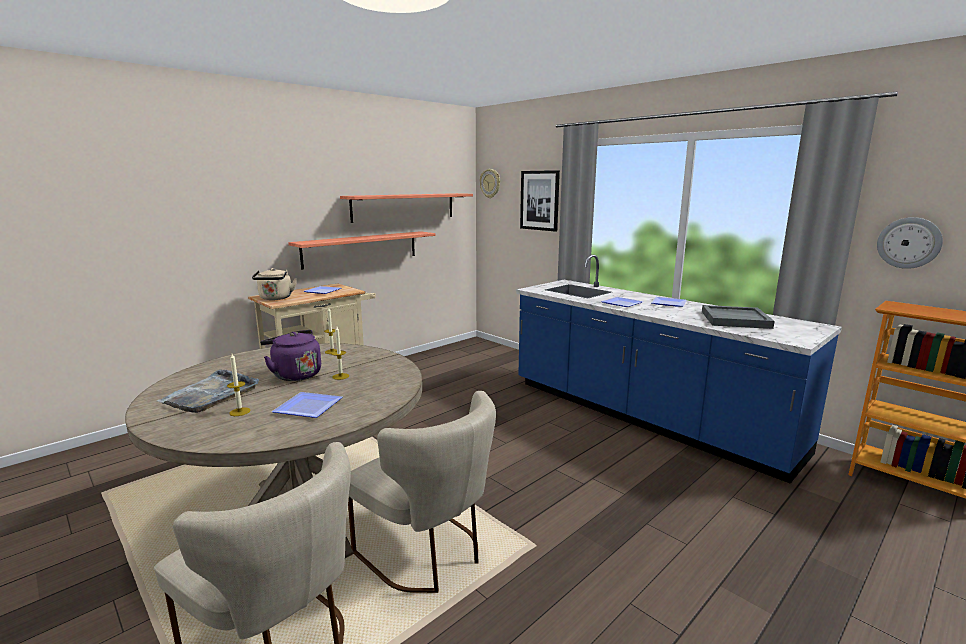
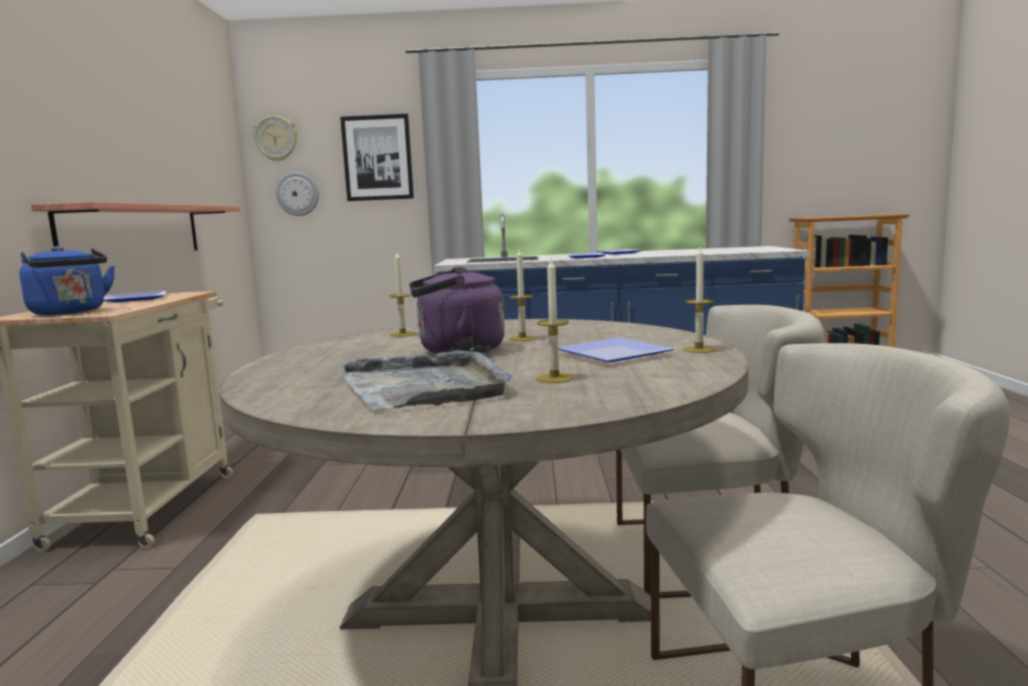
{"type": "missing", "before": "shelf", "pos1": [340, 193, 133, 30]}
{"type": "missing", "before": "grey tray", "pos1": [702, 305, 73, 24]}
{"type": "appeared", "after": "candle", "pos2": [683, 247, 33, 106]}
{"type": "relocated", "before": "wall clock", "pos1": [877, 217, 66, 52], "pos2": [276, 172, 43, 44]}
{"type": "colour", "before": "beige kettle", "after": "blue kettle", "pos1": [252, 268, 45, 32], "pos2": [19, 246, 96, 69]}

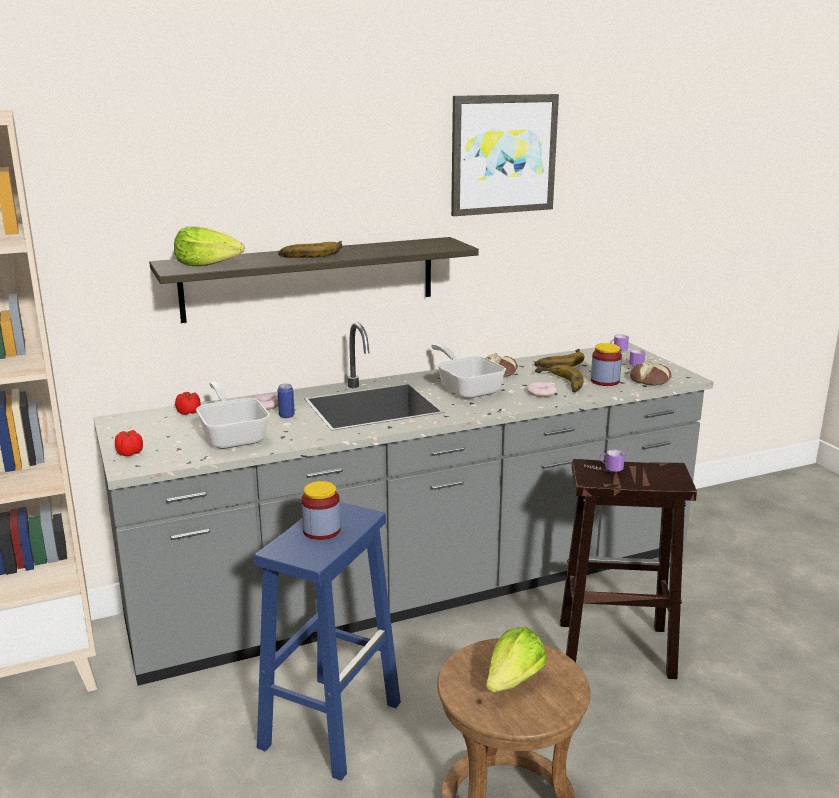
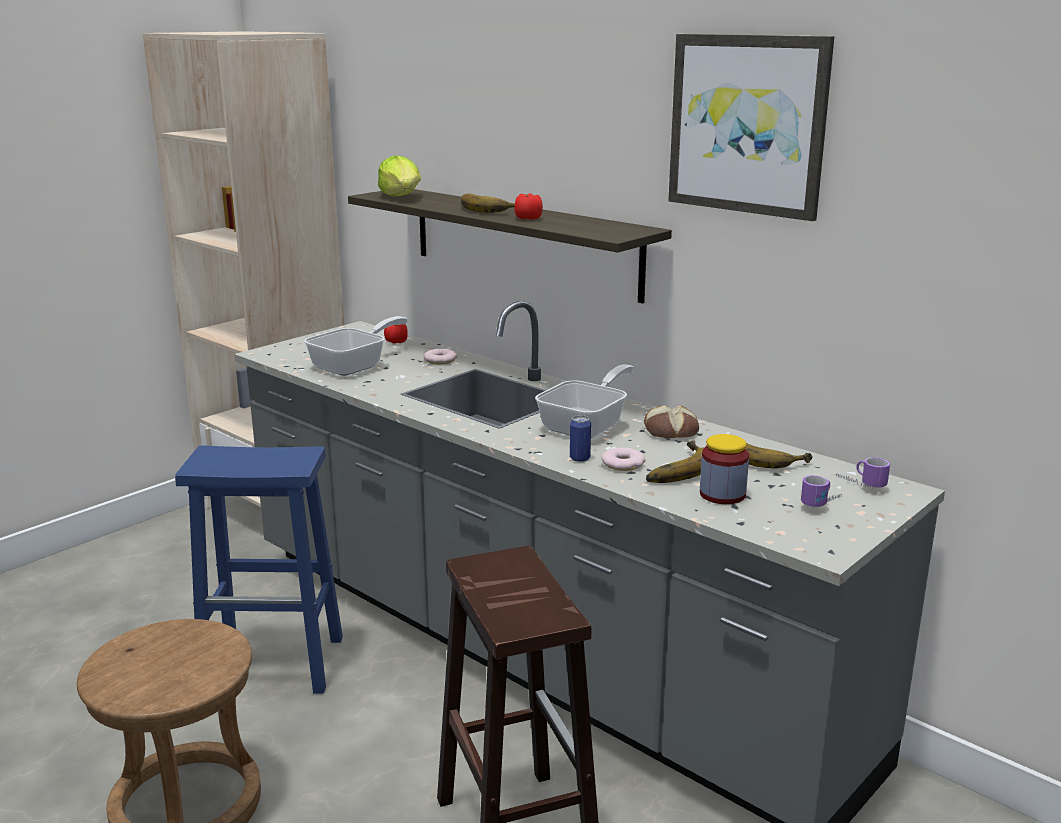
{"type": "missing", "before": "jar", "pos1": [301, 481, 40, 59]}
{"type": "missing", "before": "lettuce", "pos1": [486, 627, 61, 66]}
{"type": "missing", "before": "mug", "pos1": [584, 449, 41, 23]}
{"type": "missing", "before": "bread", "pos1": [630, 361, 41, 25]}
{"type": "relocated", "before": "tomato", "pos1": [115, 430, 28, 26], "pos2": [514, 194, 29, 26]}
{"type": "relocated", "before": "can", "pos1": [277, 384, 18, 34], "pos2": [570, 415, 21, 47]}

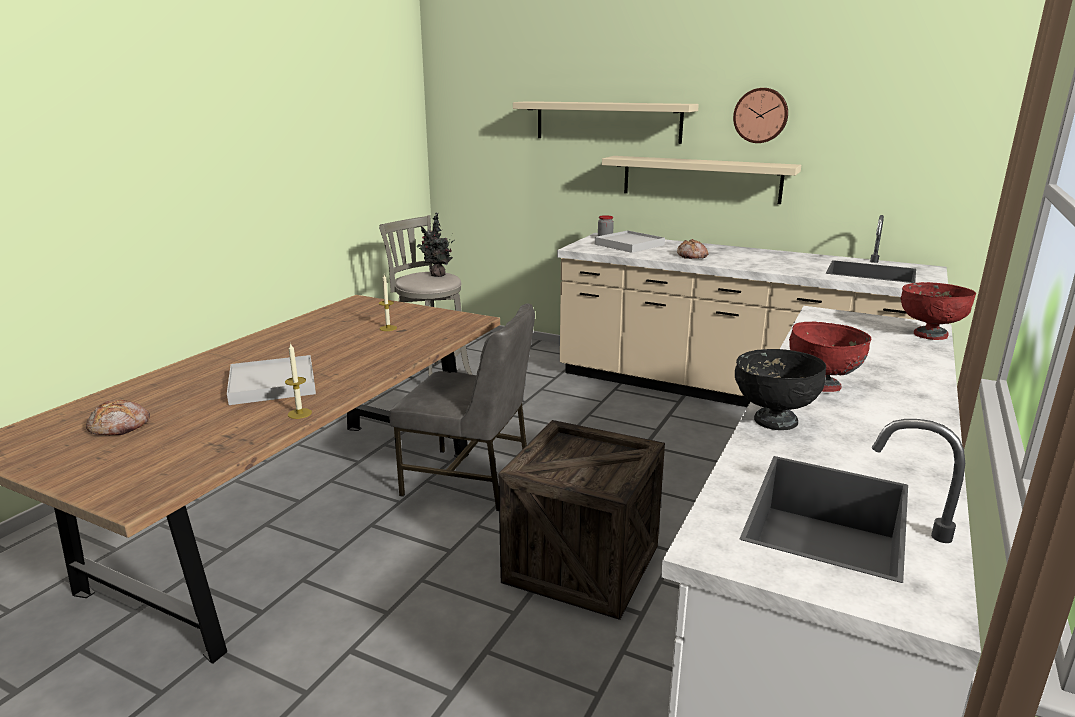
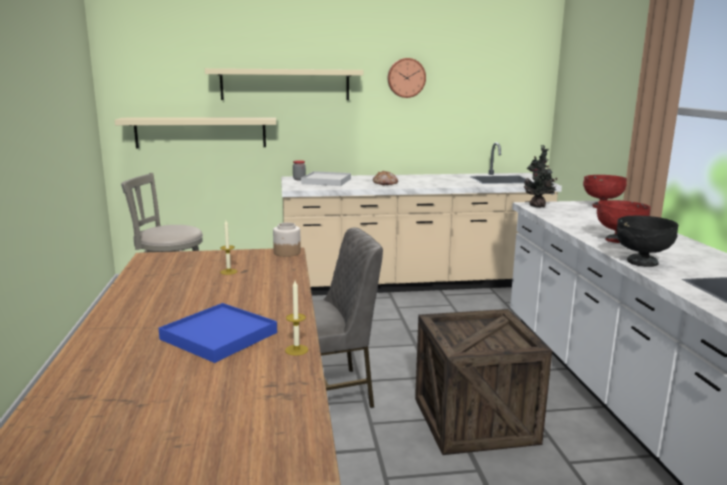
{"type": "missing", "before": "bread", "pos1": [86, 400, 64, 35]}
{"type": "appeared", "after": "jar", "pos2": [273, 223, 28, 34]}
{"type": "relocated", "before": "potted plant", "pos1": [417, 213, 38, 64], "pos2": [523, 145, 34, 62]}
{"type": "relocated", "before": "beige shelf", "pos1": [602, 156, 199, 48], "pos2": [115, 117, 161, 31]}
{"type": "colour", "before": "white tray", "after": "blue tray", "pos1": [227, 355, 89, 50], "pos2": [159, 303, 118, 60]}

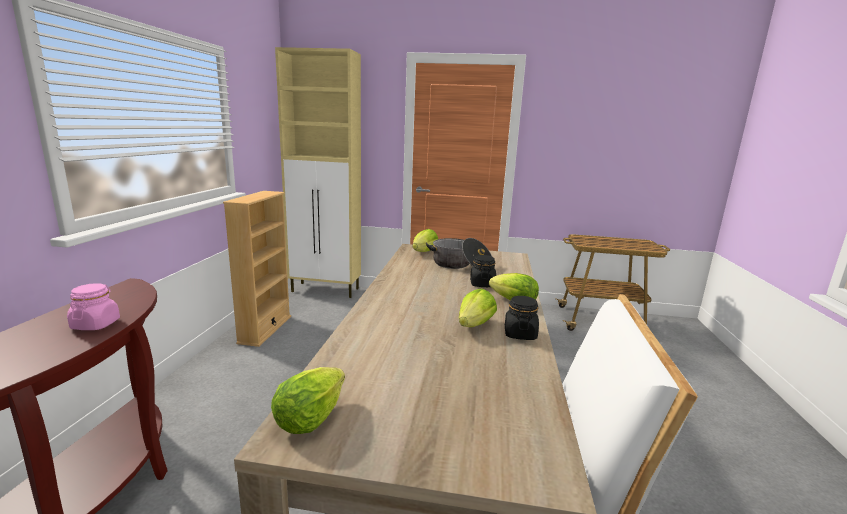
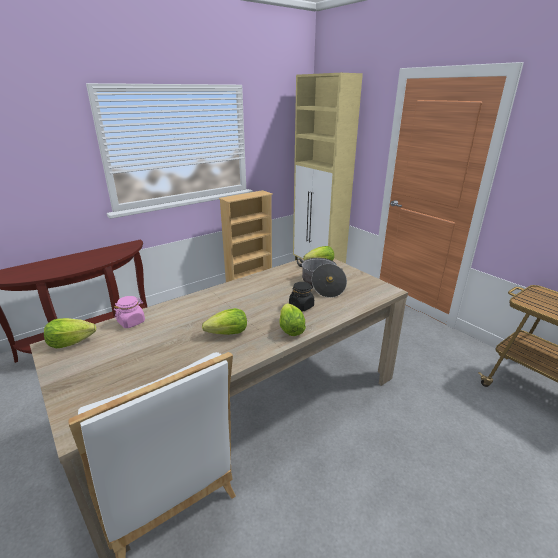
{"type": "missing", "before": "black jar", "pos1": [505, 296, 34, 44]}
{"type": "relocated", "before": "pink jar", "pos1": [67, 283, 53, 47], "pos2": [114, 296, 31, 32]}

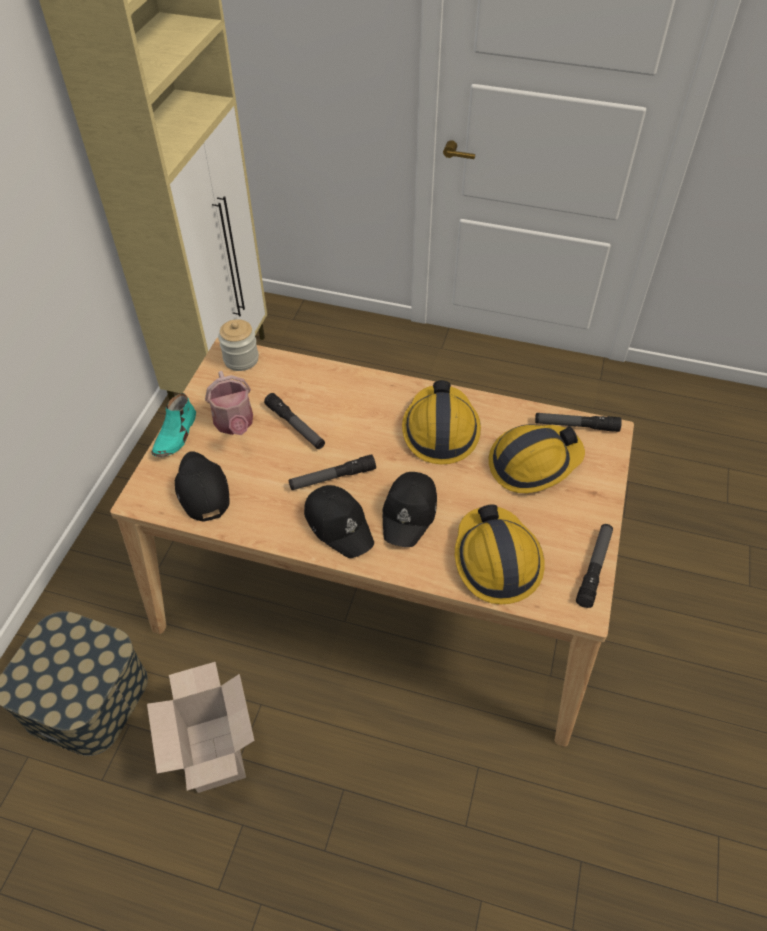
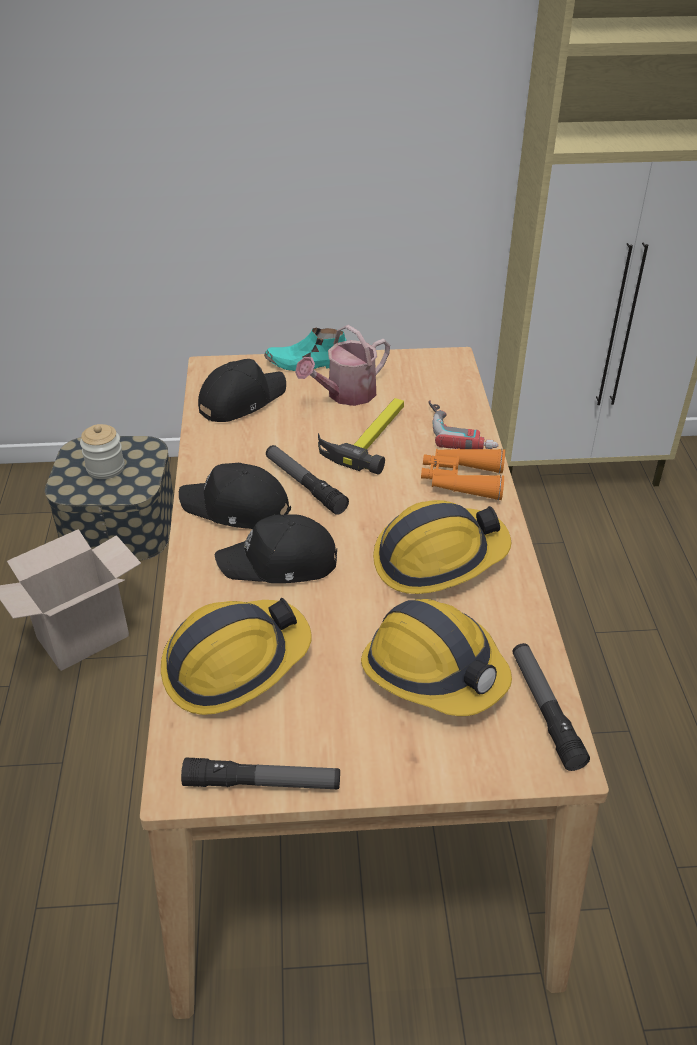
{"type": "appeared", "after": "orange binoculars", "pos2": [421, 448, 84, 52]}
{"type": "appeared", "after": "power drill", "pos2": [428, 400, 71, 49]}
{"type": "relocated", "before": "jar", "pos1": [218, 319, 41, 52], "pos2": [80, 424, 45, 55]}
{"type": "exchanged", "before": "flashlight", "after": "hammer", "pos1": [264, 393, 61, 56], "pos2": [318, 398, 86, 77]}
{"type": "spun", "before": "black cap", "pos1": [304, 485, 70, 73], "pos2": [179, 463, 112, 66], "turn": 75}

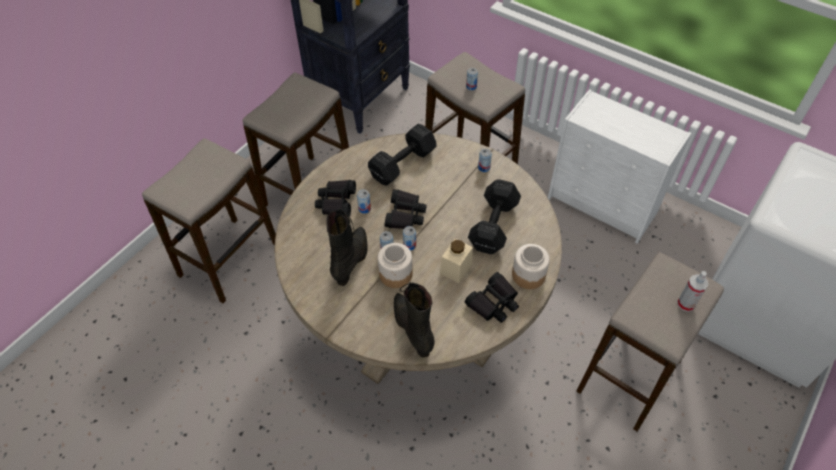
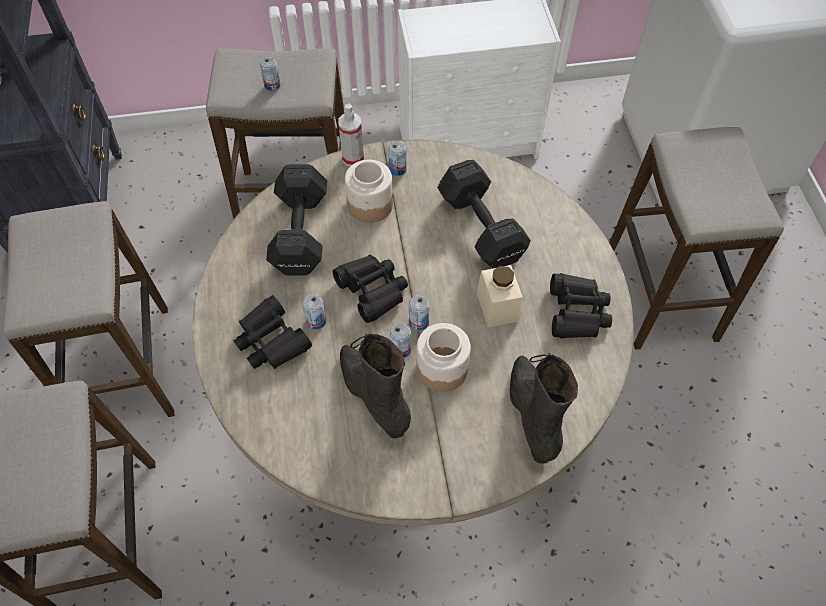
{"type": "relocated", "before": "jar", "pos1": [512, 244, 38, 45], "pos2": [345, 160, 48, 63]}
{"type": "relocated", "before": "spray bottle", "pos1": [677, 271, 31, 41], "pos2": [338, 103, 26, 63]}
{"type": "spun", "before": "black boot", "pos1": [394, 282, 41, 76], "pos2": [510, 353, 68, 111], "turn": 60}

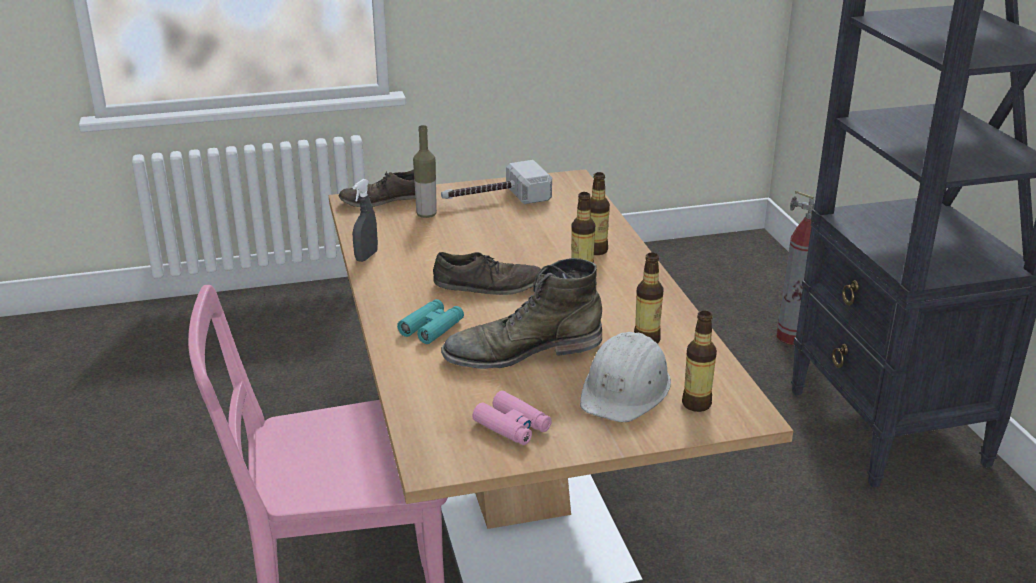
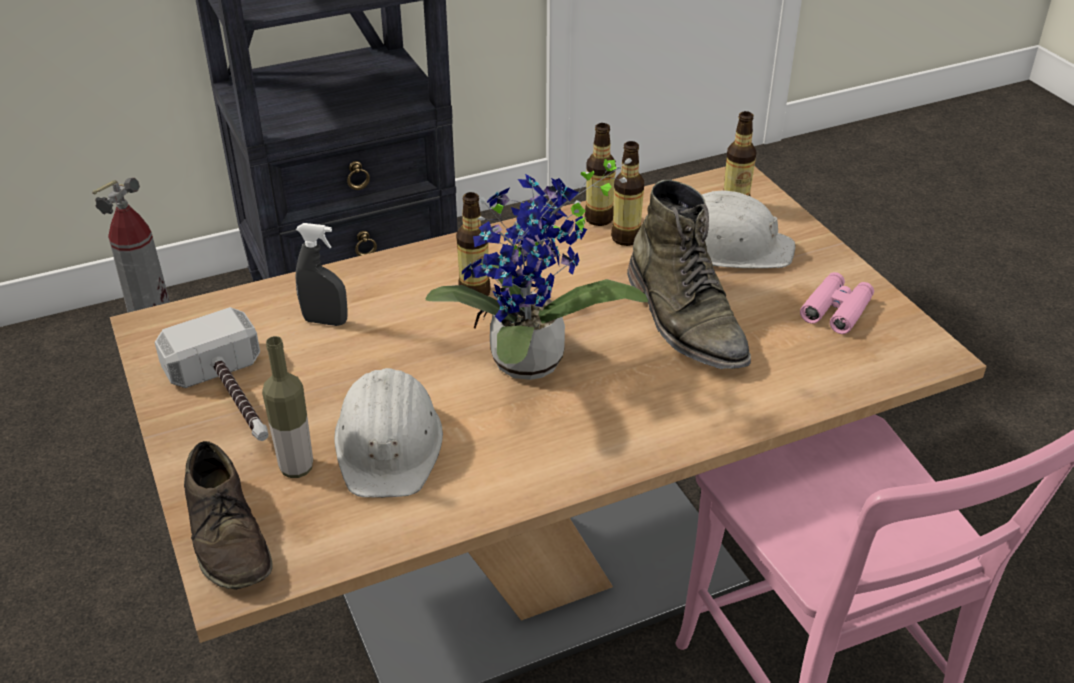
{"type": "missing", "before": "turquoise binoculars", "pos1": [397, 299, 67, 45]}
{"type": "appeared", "after": "white hard hat", "pos2": [334, 368, 109, 130]}
{"type": "relocated", "before": "grey spray bottle", "pos1": [353, 179, 25, 83], "pos2": [296, 223, 52, 103]}
{"type": "relocated", "before": "bottle", "pos1": [590, 172, 20, 83], "pos2": [584, 123, 32, 103]}
{"type": "exchanged", "before": "brown shoe", "after": "potted plant", "pos1": [433, 252, 108, 43], "pos2": [426, 158, 222, 222]}

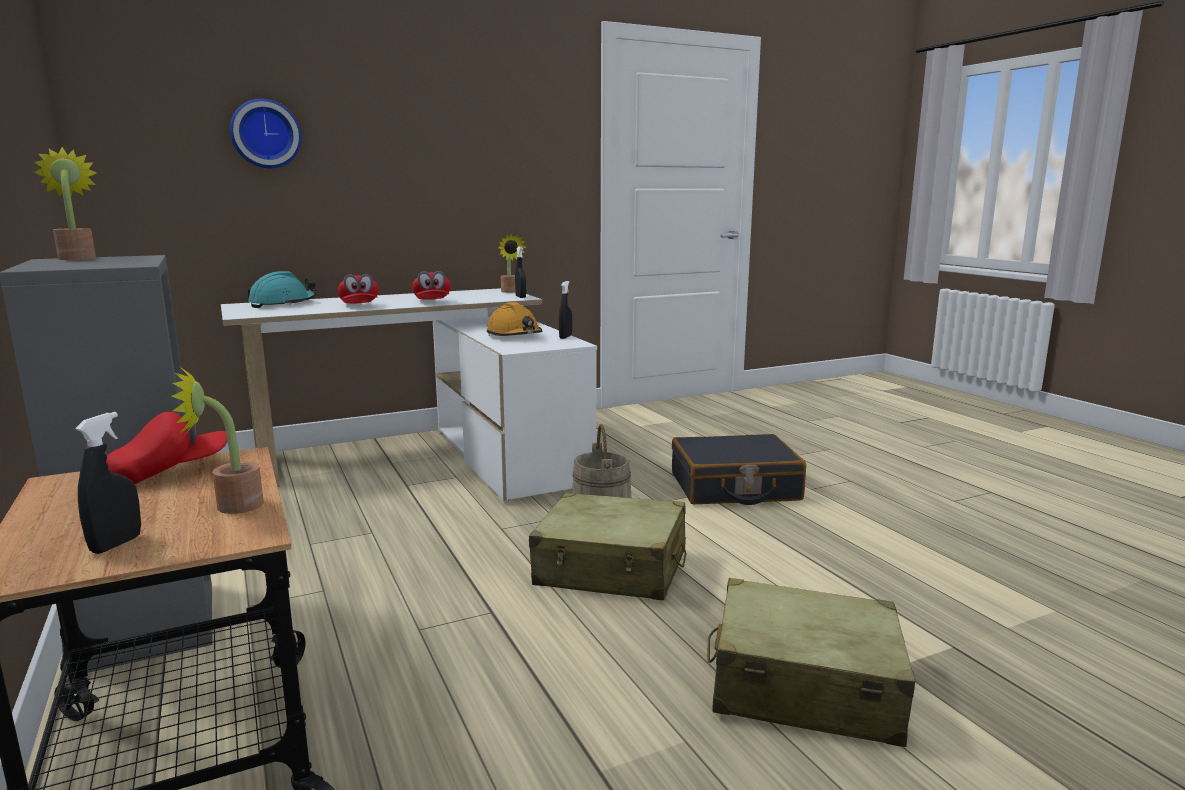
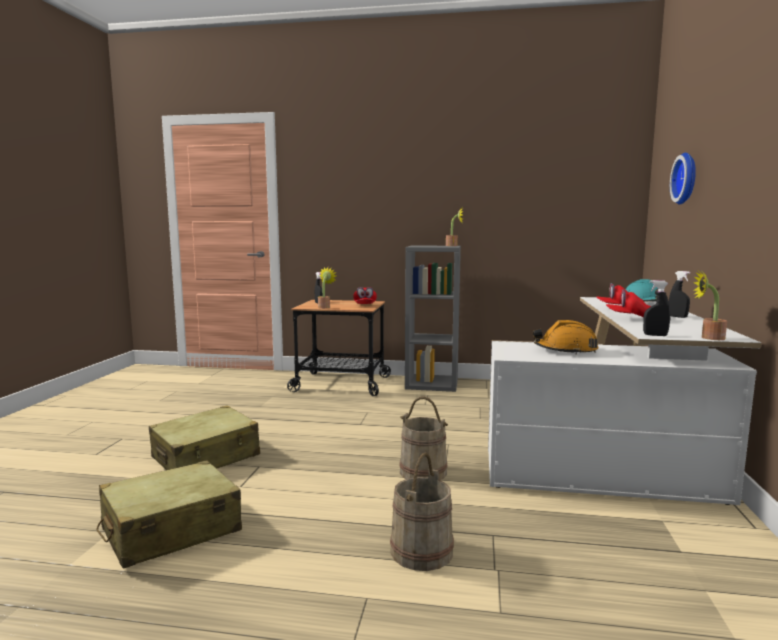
{"type": "relocated", "before": "beige suitcase", "pos1": [529, 493, 157, 107], "pos2": [97, 460, 145, 109]}
{"type": "relocated", "before": "black spray bottle", "pos1": [559, 281, 13, 58], "pos2": [669, 271, 21, 47]}
{"type": "exchanged", "before": "black suitcase", "after": "beige bucket", "pos1": [672, 434, 134, 71], "pos2": [390, 453, 64, 118]}

